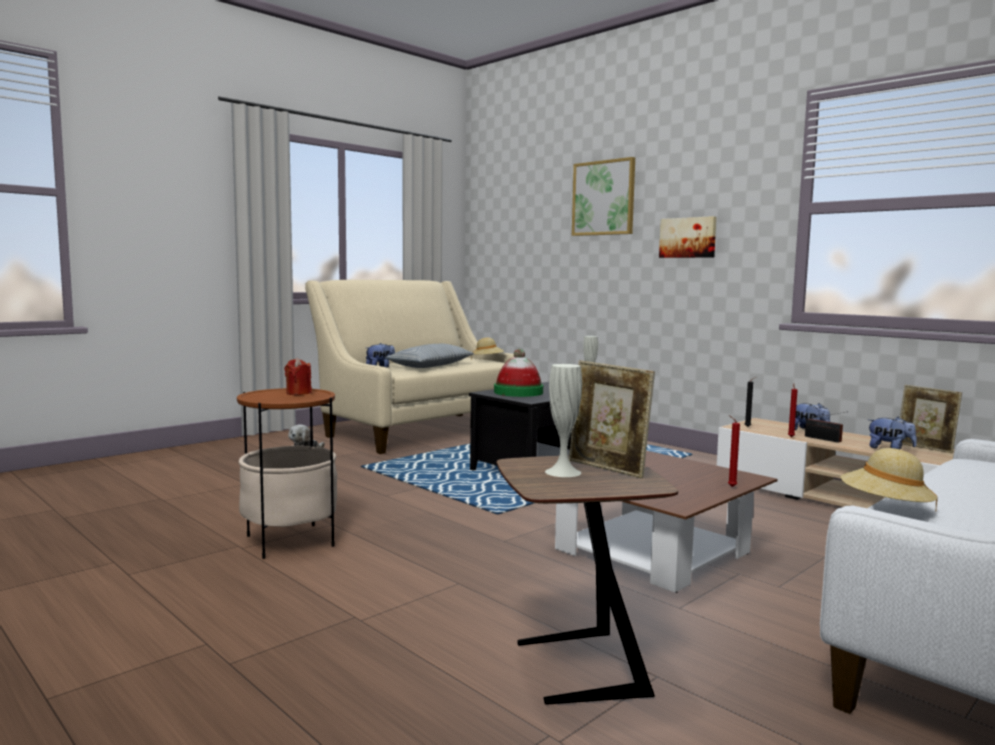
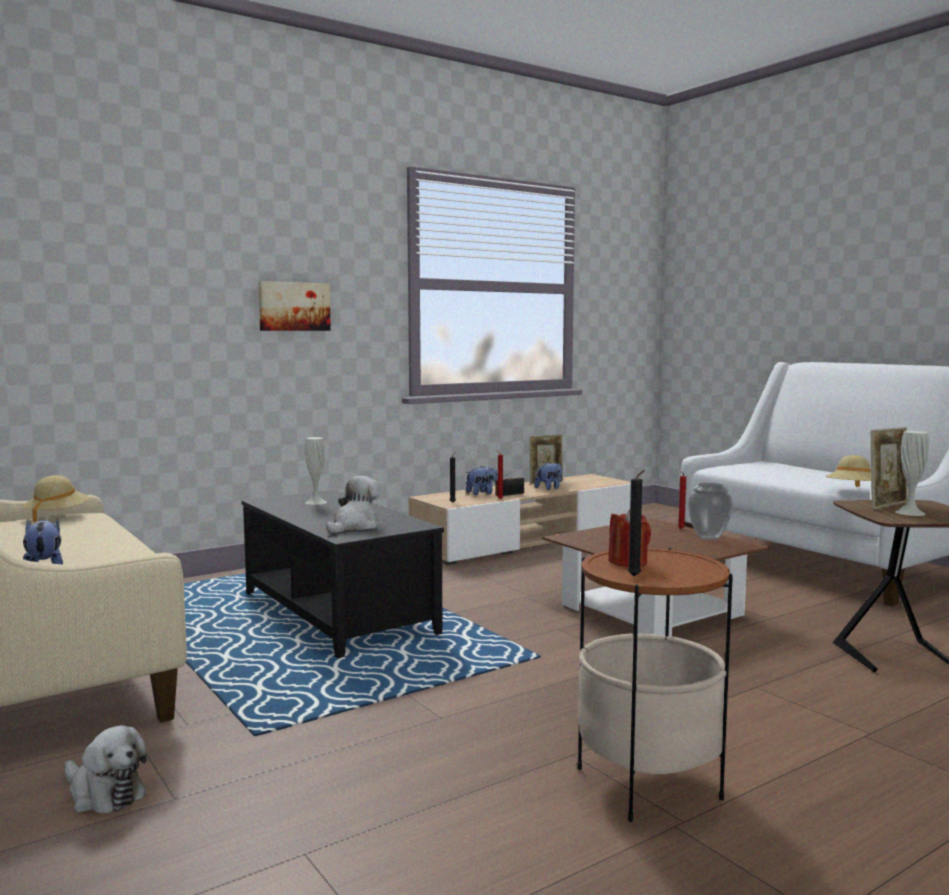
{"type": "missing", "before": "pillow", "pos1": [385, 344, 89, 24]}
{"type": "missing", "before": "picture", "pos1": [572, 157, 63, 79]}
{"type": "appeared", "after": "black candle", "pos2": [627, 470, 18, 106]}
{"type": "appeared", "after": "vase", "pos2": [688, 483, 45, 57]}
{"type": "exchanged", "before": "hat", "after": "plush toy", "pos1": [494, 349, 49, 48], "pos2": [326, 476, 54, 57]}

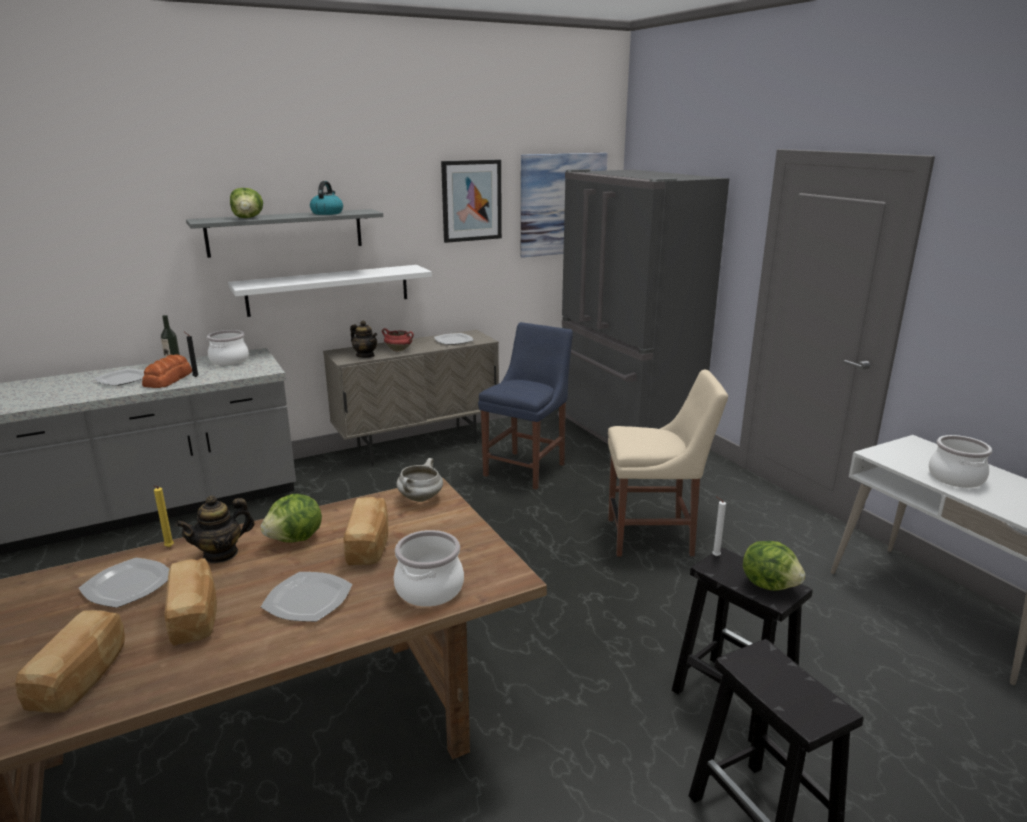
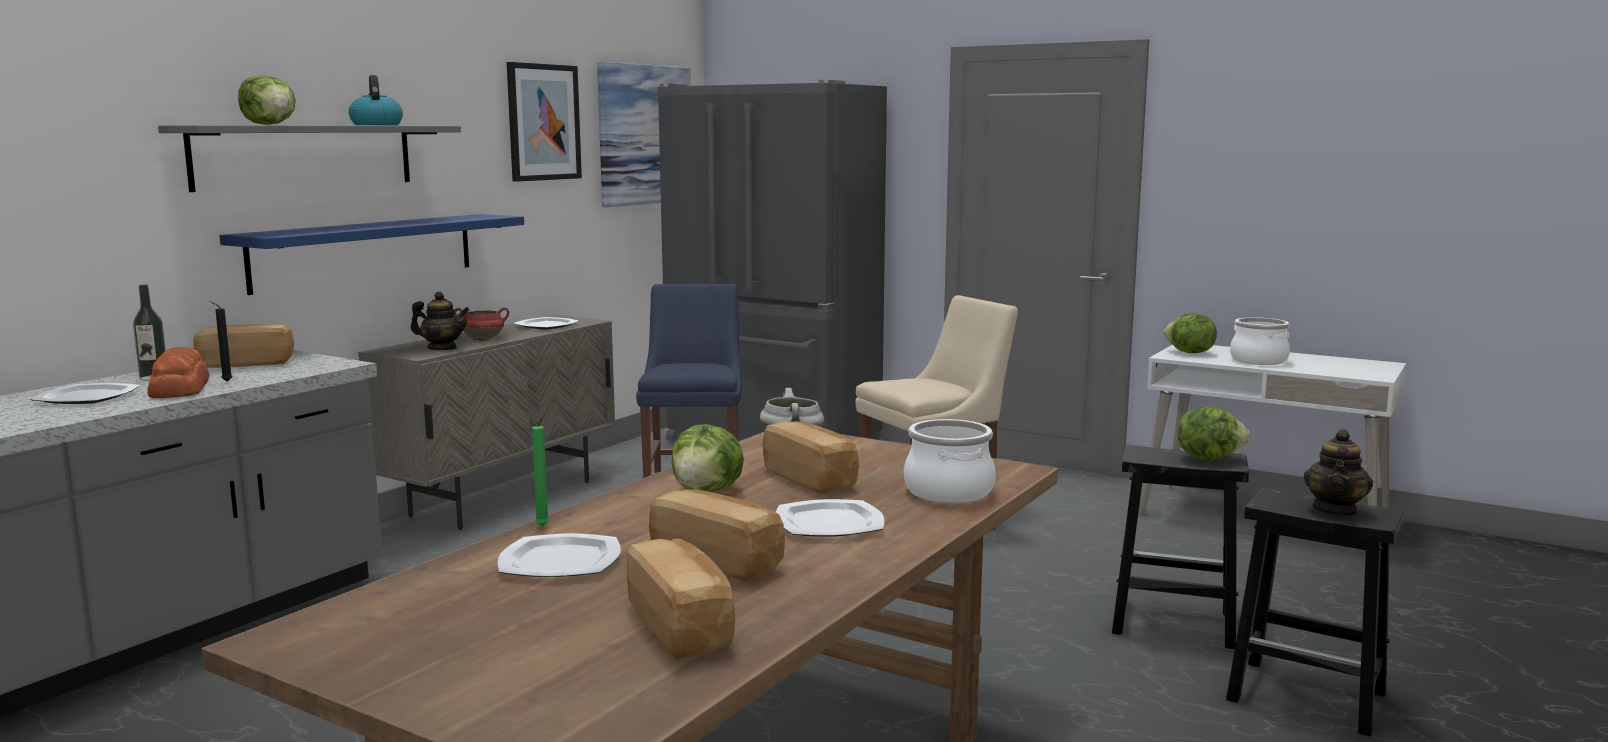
{"type": "missing", "before": "white candle", "pos1": [712, 497, 14, 59]}
{"type": "appeared", "after": "lettuce", "pos2": [1164, 314, 53, 39]}
{"type": "relocated", "before": "teapot", "pos1": [176, 496, 79, 68], "pos2": [1304, 429, 69, 88]}
{"type": "exchanged", "before": "cooking pot", "after": "bread", "pos1": [207, 330, 42, 36], "pos2": [194, 324, 100, 44]}
{"type": "colour", "before": "yellow candle", "after": "green candle", "pos1": [153, 486, 21, 61], "pos2": [532, 418, 17, 109]}
{"type": "colour", "before": "white shelf", "after": "blue shelf", "pos1": [228, 265, 204, 52], "pos2": [219, 214, 305, 81]}

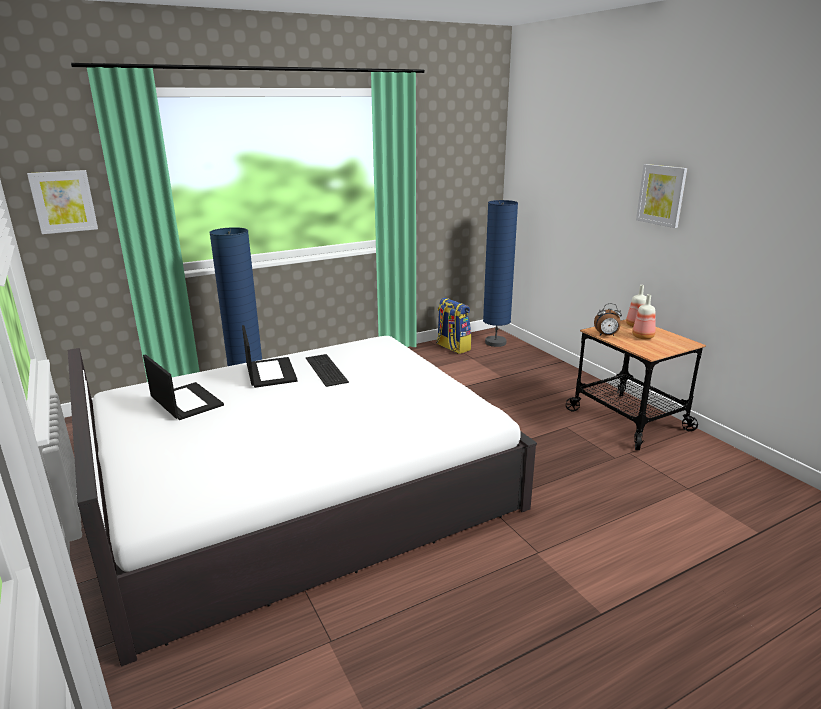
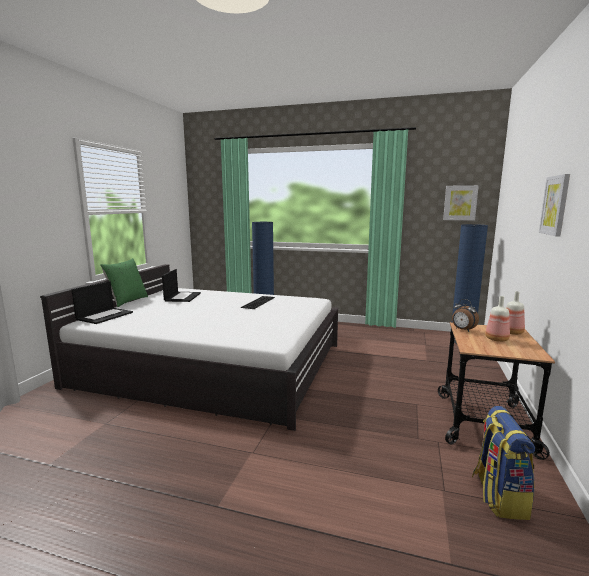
{"type": "appeared", "after": "green pillow", "pos2": [100, 258, 48, 49]}
{"type": "relocated", "before": "picture", "pos1": [27, 170, 71, 64], "pos2": [443, 185, 36, 36]}
{"type": "relocated", "before": "laptop", "pos1": [242, 325, 56, 63], "pos2": [71, 281, 62, 43]}
{"type": "relocated", "before": "backpack", "pos1": [436, 298, 35, 56], "pos2": [472, 406, 63, 114]}

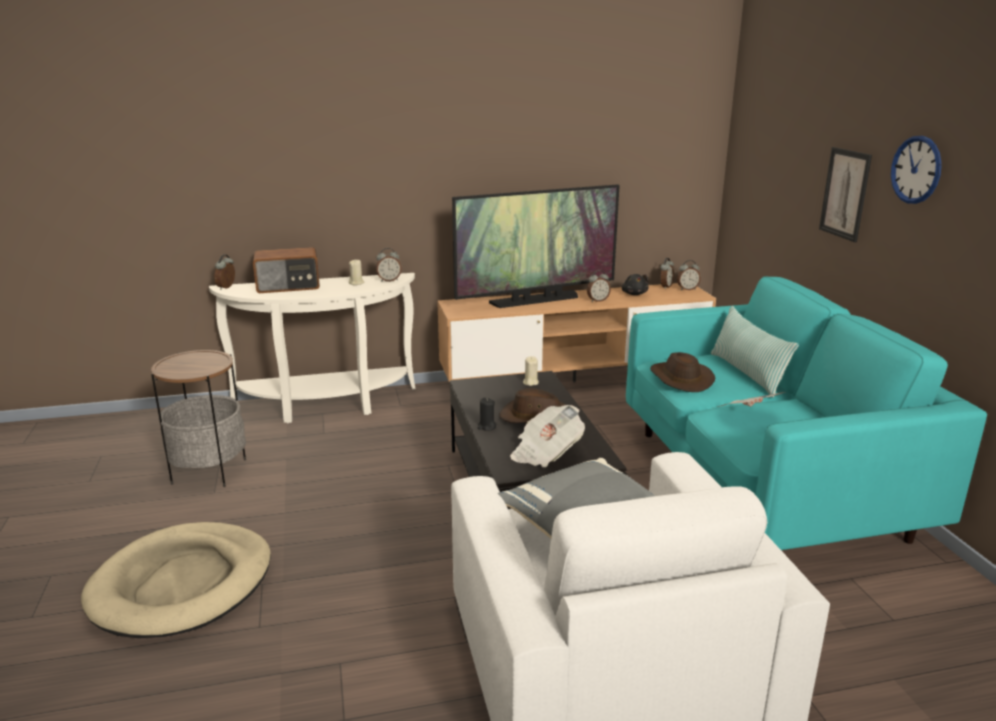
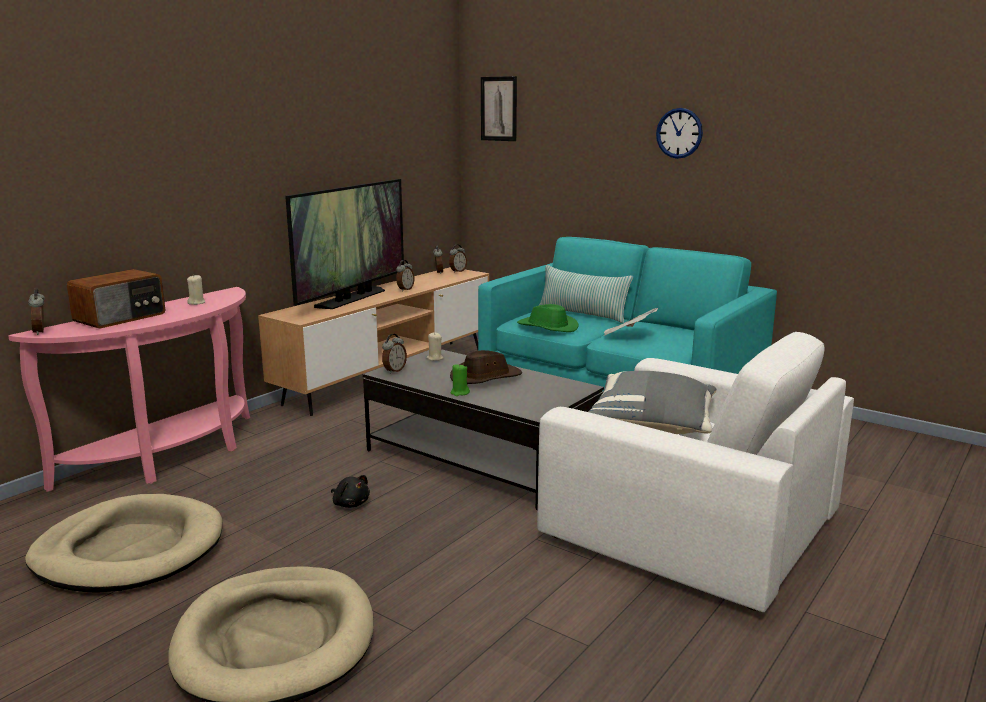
{"type": "missing", "before": "newspaper", "pos1": [510, 405, 75, 62]}
{"type": "relocated", "before": "alarm clock", "pos1": [376, 248, 26, 34], "pos2": [382, 334, 25, 40]}
{"type": "relocated", "before": "black plush toy", "pos1": [622, 274, 26, 21], "pos2": [331, 475, 39, 33]}
{"type": "relocated", "before": "picture", "pos1": [819, 147, 53, 95], "pos2": [481, 76, 36, 65]}
{"type": "exchanged", "before": "side table", "after": "beige dog bed", "pos1": [151, 350, 95, 137], "pos2": [25, 494, 197, 99]}
{"type": "colour", "before": "white console table", "after": "pink console table", "pos1": [209, 273, 207, 150], "pos2": [8, 287, 242, 205]}
{"type": "colour", "before": "black candle", "after": "green candle", "pos1": [478, 398, 18, 33], "pos2": [451, 363, 19, 33]}
{"type": "colour", "before": "brown hat", "after": "green hat", "pos1": [650, 352, 65, 40], "pos2": [517, 304, 61, 28]}

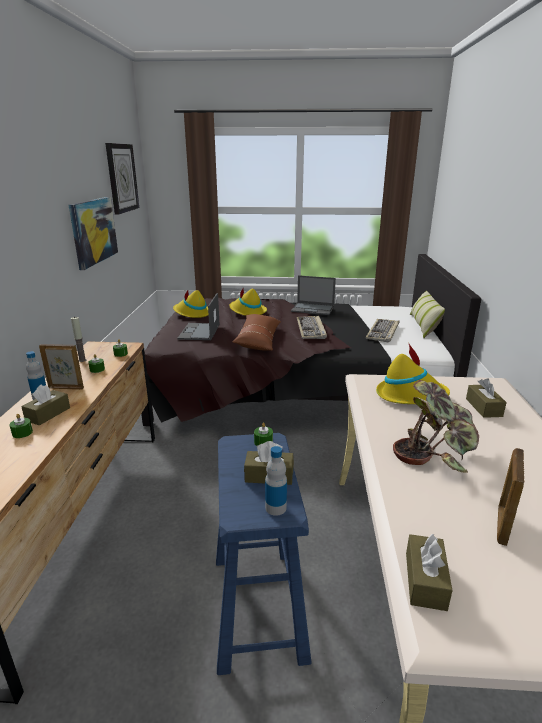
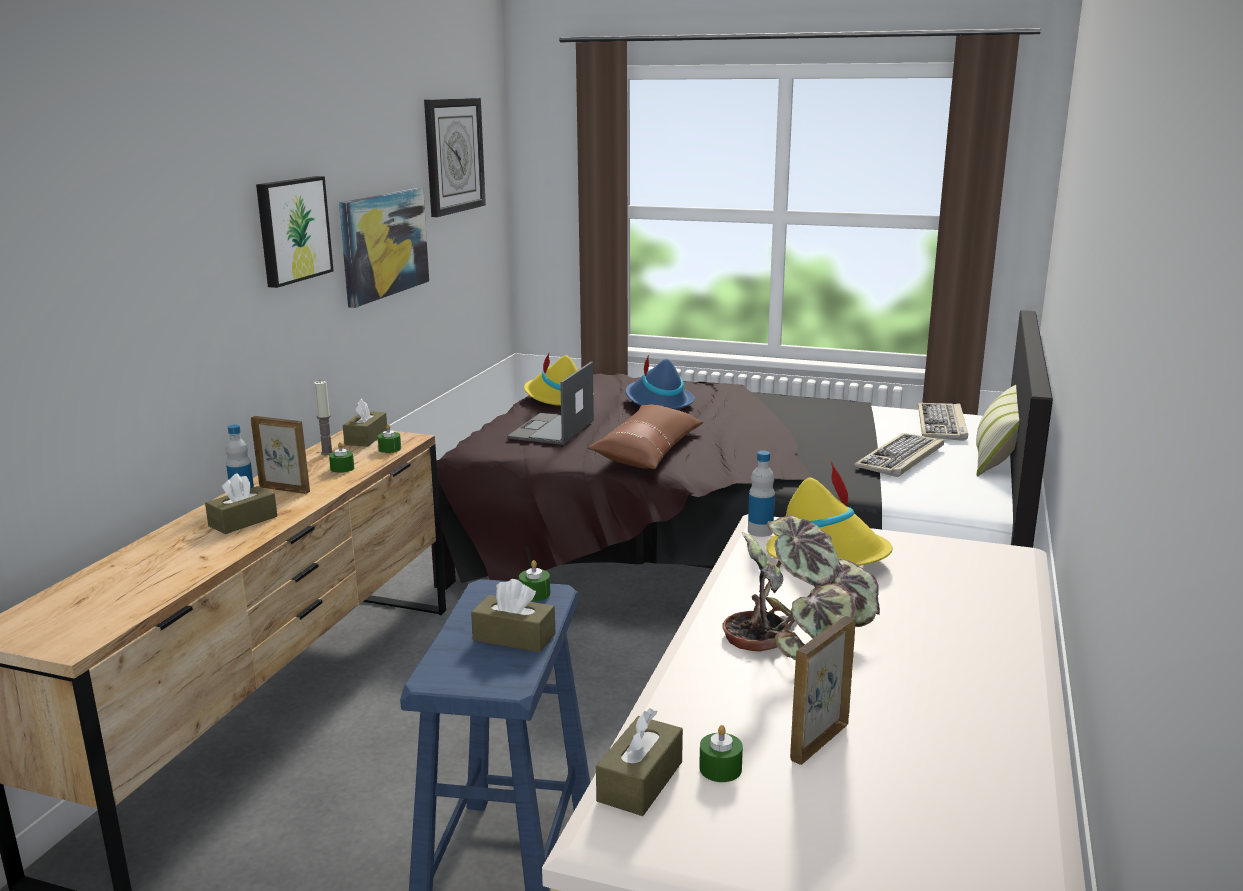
{"type": "missing", "before": "laptop", "pos1": [291, 275, 45, 40]}
{"type": "appeared", "after": "picture", "pos2": [256, 176, 78, 112]}
{"type": "relocated", "before": "green candle", "pos1": [9, 414, 24, 24], "pos2": [699, 725, 44, 57]}
{"type": "relocated", "before": "bottle", "pos1": [265, 446, 22, 70], "pos2": [748, 451, 27, 86]}
{"type": "relocated", "before": "keyboard", "pos1": [297, 316, 30, 23], "pos2": [918, 403, 50, 38]}
{"type": "relocated", "before": "brown tissue box", "pos1": [466, 378, 41, 40], "pos2": [343, 399, 44, 47]}
{"type": "colour", "before": "yellow hat", "after": "blue hat", "pos1": [229, 287, 38, 29], "pos2": [625, 355, 70, 55]}

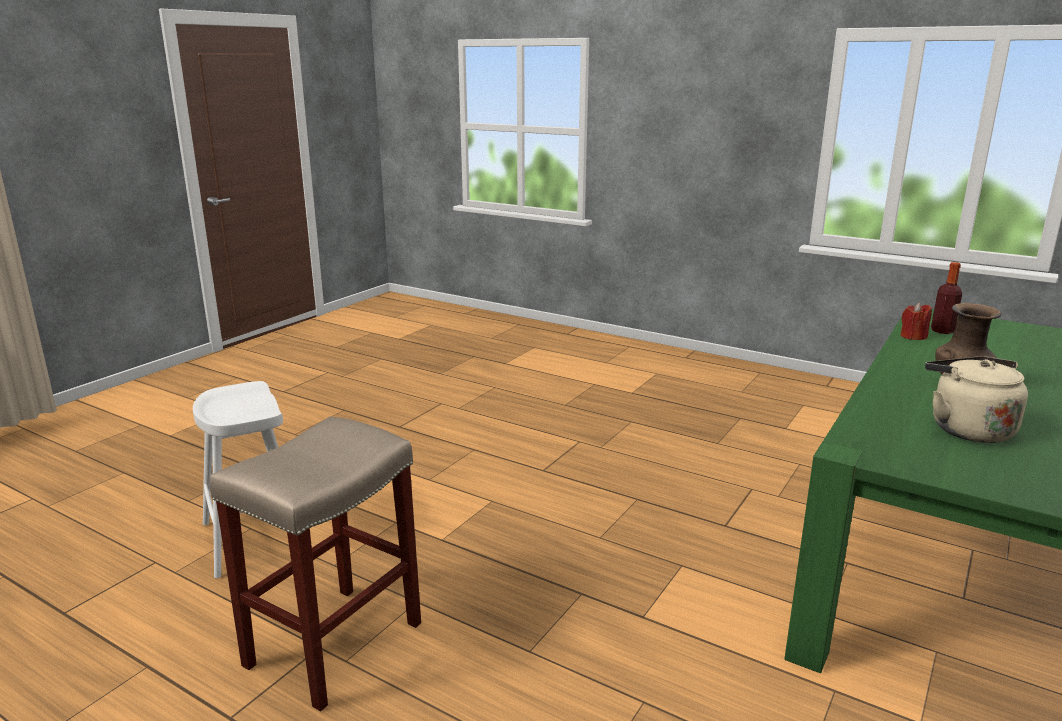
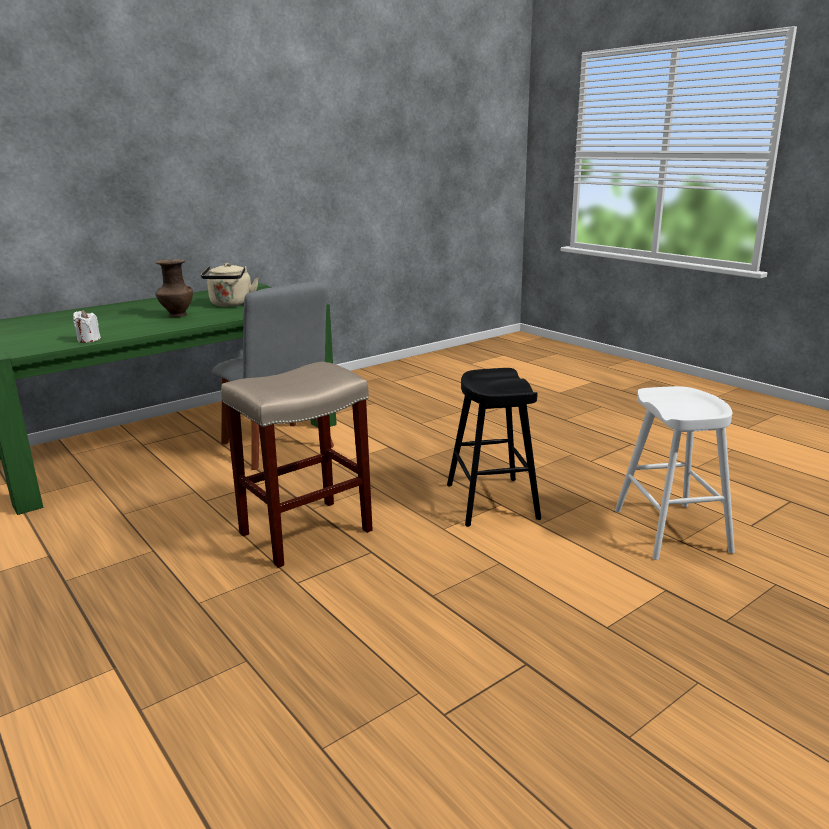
{"type": "missing", "before": "bottle", "pos1": [931, 262, 31, 72]}
{"type": "appeared", "after": "grey chair", "pos2": [212, 281, 122, 189]}
{"type": "appeared", "after": "black stool", "pos2": [447, 368, 94, 159]}
{"type": "relocated", "before": "beige stool", "pos1": [210, 416, 211, 295], "pos2": [221, 362, 152, 206]}
{"type": "colour", "before": "red candle", "after": "white candle", "pos1": [900, 303, 32, 37], "pos2": [73, 310, 28, 33]}

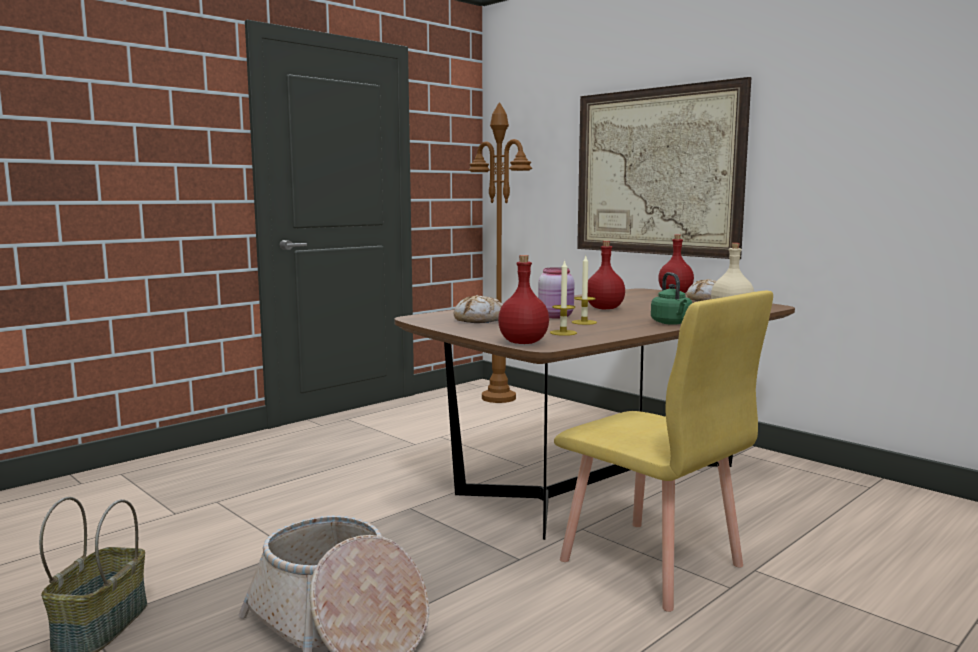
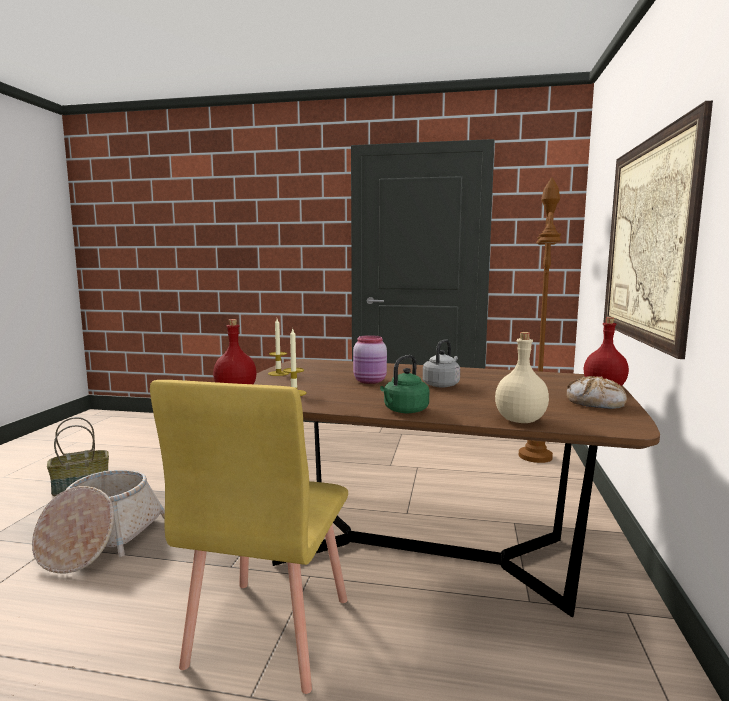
{"type": "missing", "before": "bread", "pos1": [454, 295, 49, 28]}
{"type": "relocated", "before": "candle", "pos1": [572, 256, 25, 69], "pos2": [268, 319, 21, 57]}
{"type": "exchanged", "before": "red bottle", "after": "grey kettle", "pos1": [588, 241, 37, 68], "pos2": [423, 339, 37, 49]}

